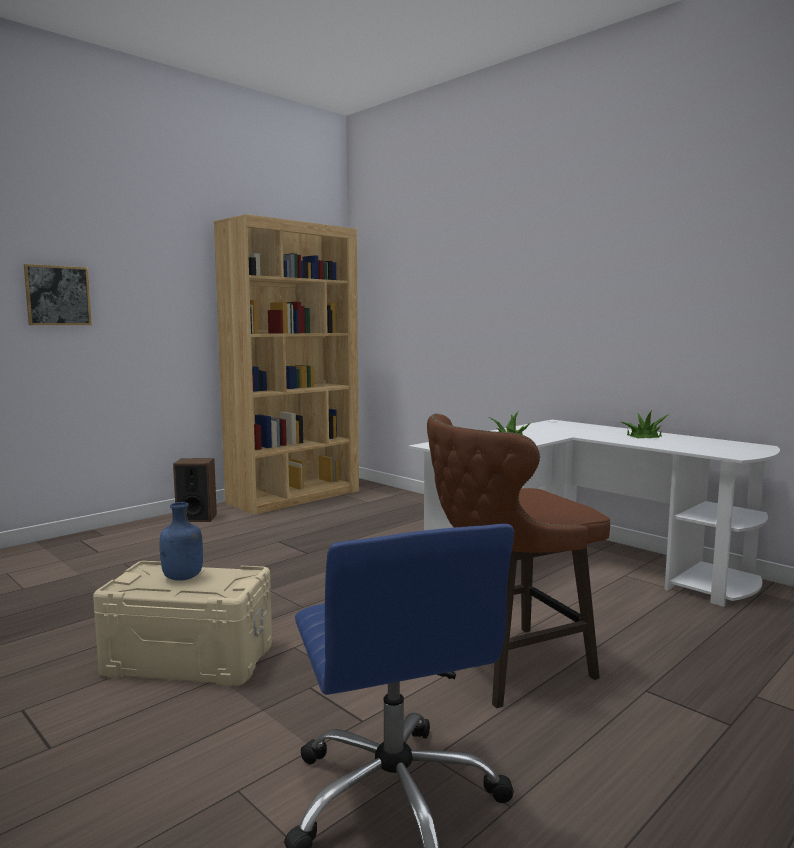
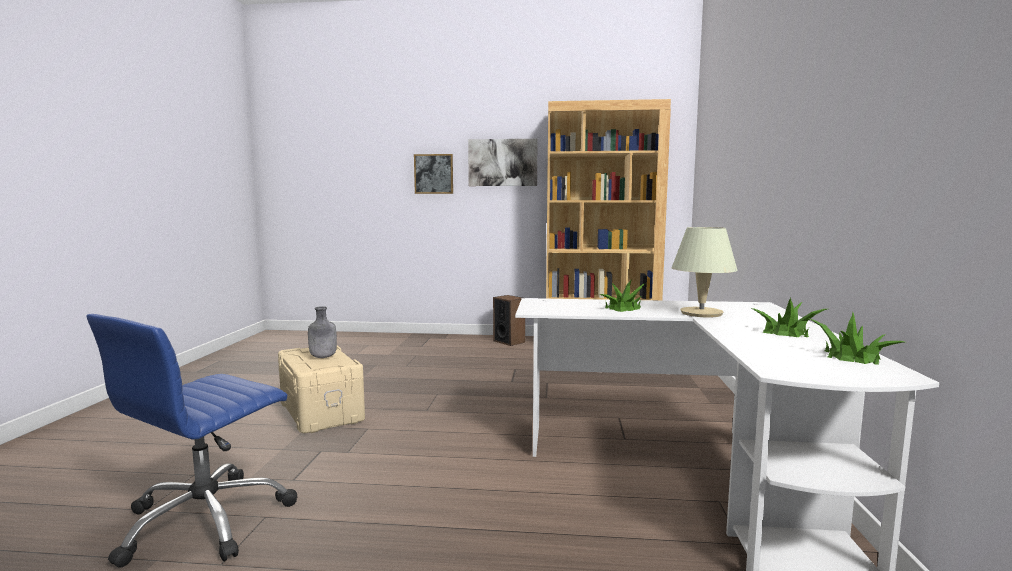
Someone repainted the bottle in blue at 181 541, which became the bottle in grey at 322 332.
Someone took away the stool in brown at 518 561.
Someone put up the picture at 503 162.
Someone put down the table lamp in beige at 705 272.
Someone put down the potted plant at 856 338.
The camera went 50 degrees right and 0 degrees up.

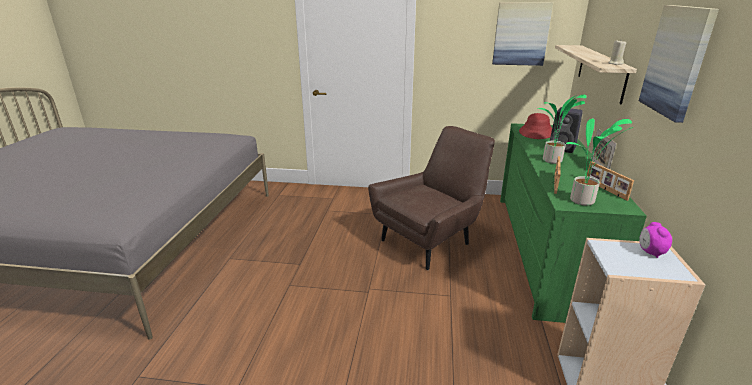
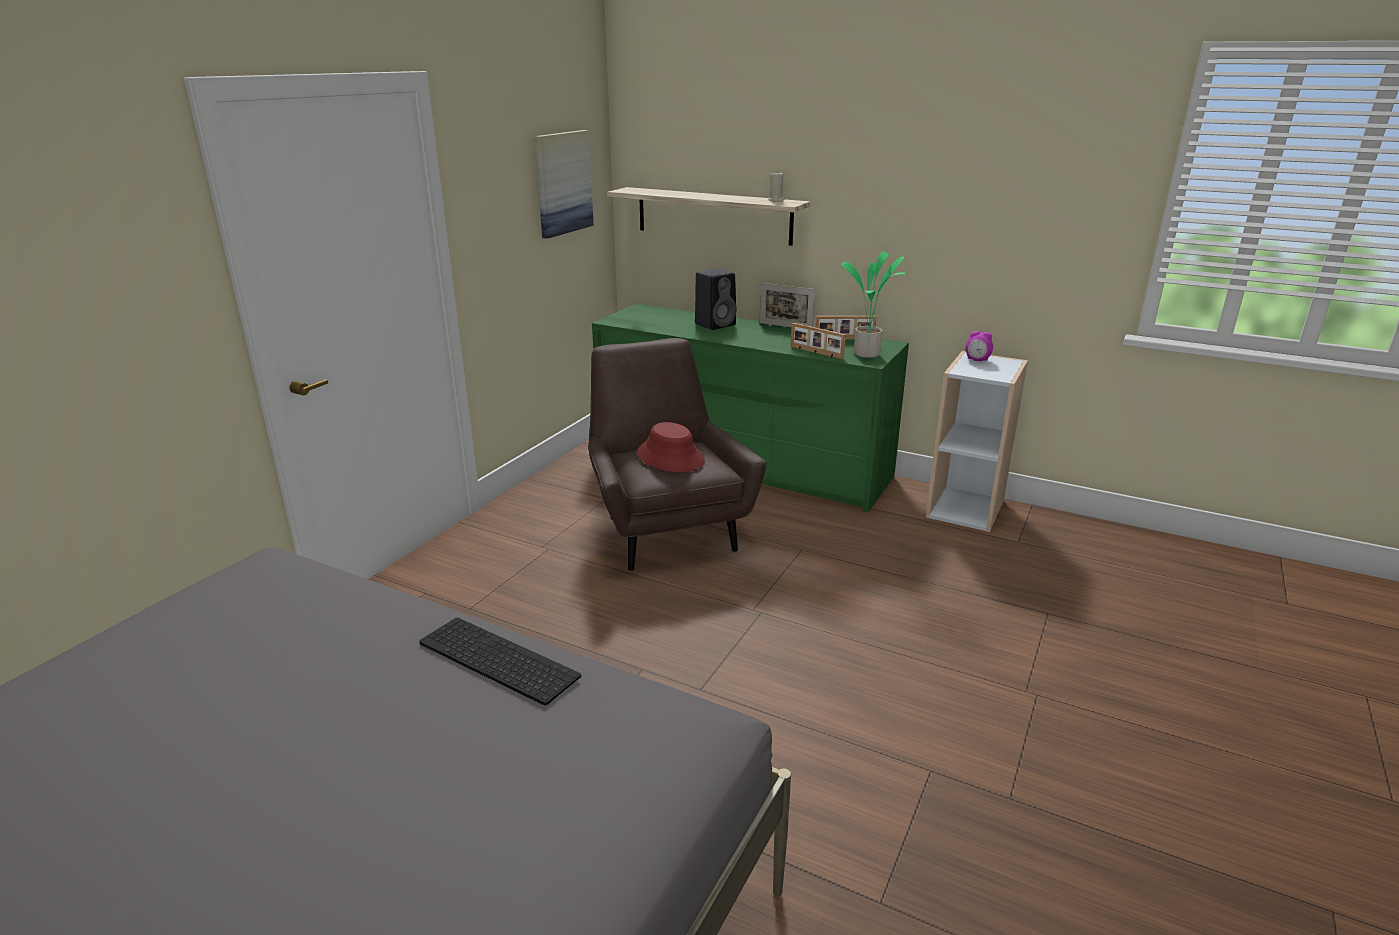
Someone carried the hat in red from 535 126 to 671 447.
Someone took away the potted plant at 562 129.
Someone took away the picture at 679 64.
Someone put down the keyboard at 500 661.
The camera went 70 degrees left and 0 degrees up.

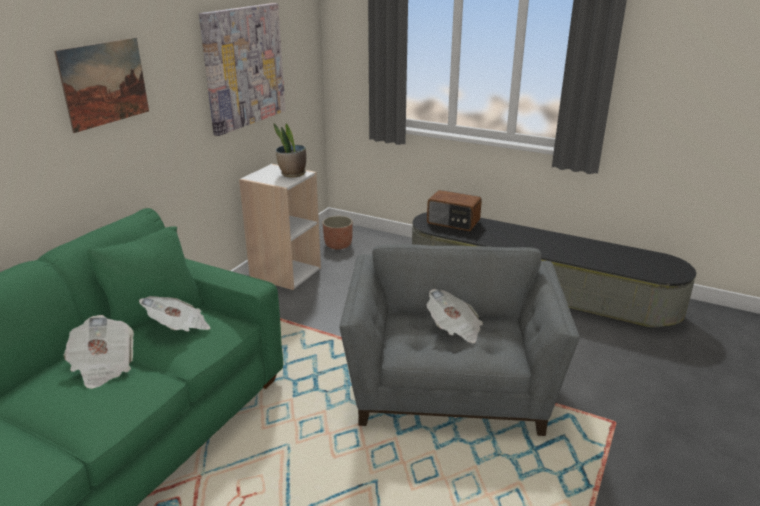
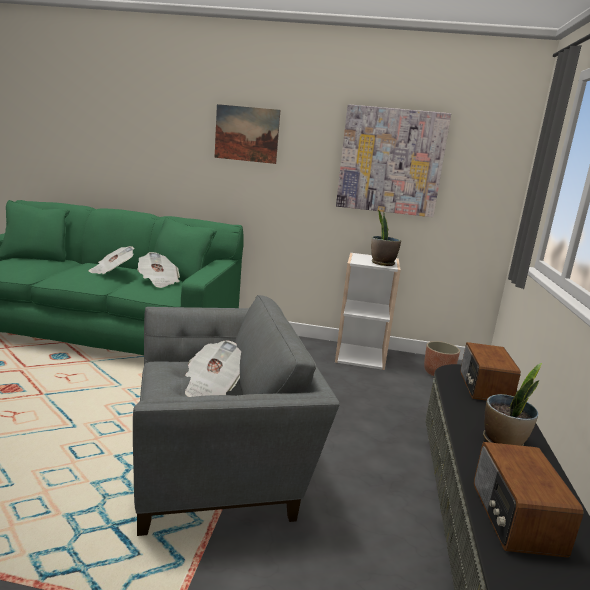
Someone put down the radio at 529 500.
Someone put down the potted plant at 512 404.
The camera went 70 degrees right and 10 degrees down.

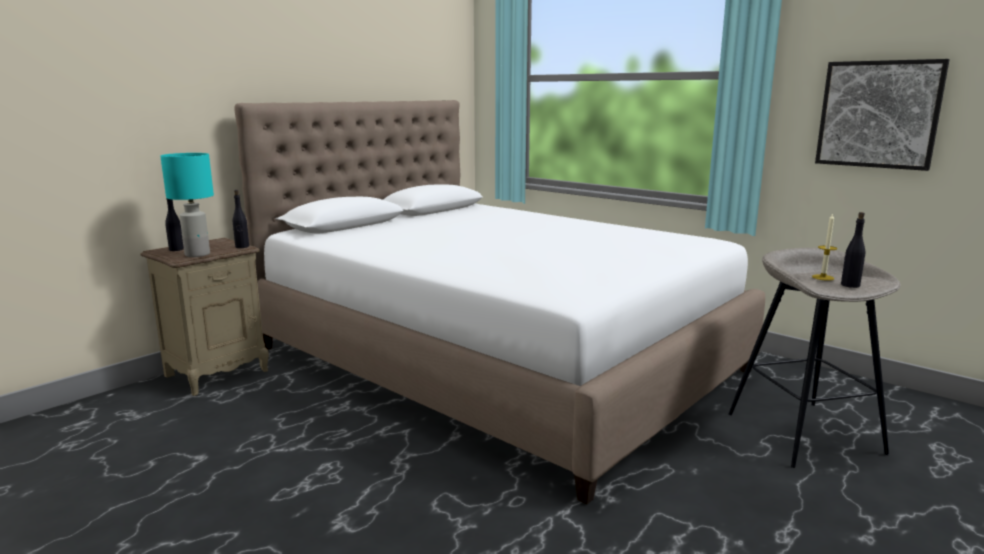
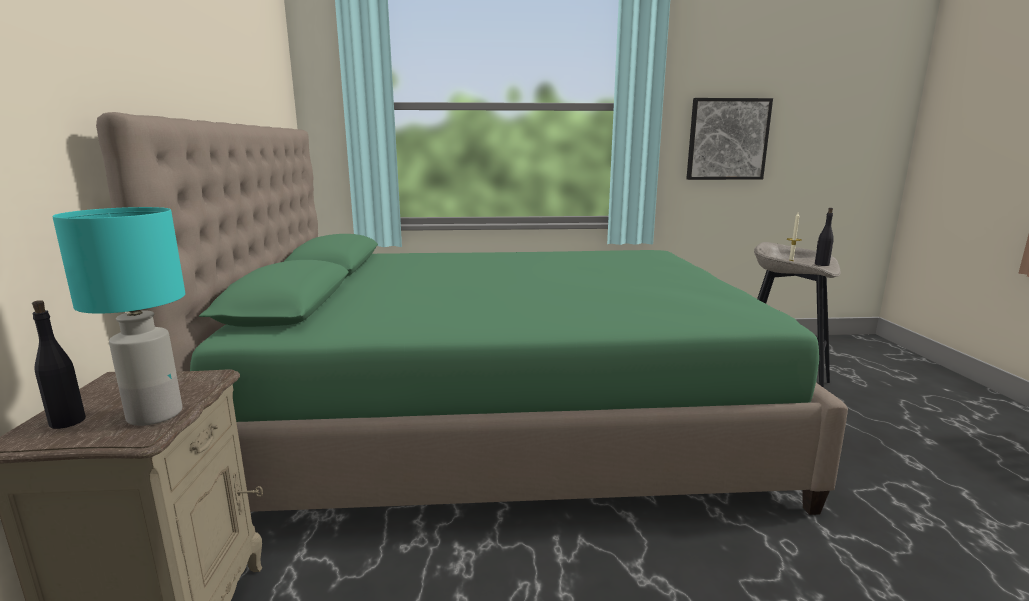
Someone took away the bottle in black at 241 219.
Someone repainted the bed in white at 499 302, which became the bed in green at 472 313.
The camera went 45 degrees left and 0 degrees up.

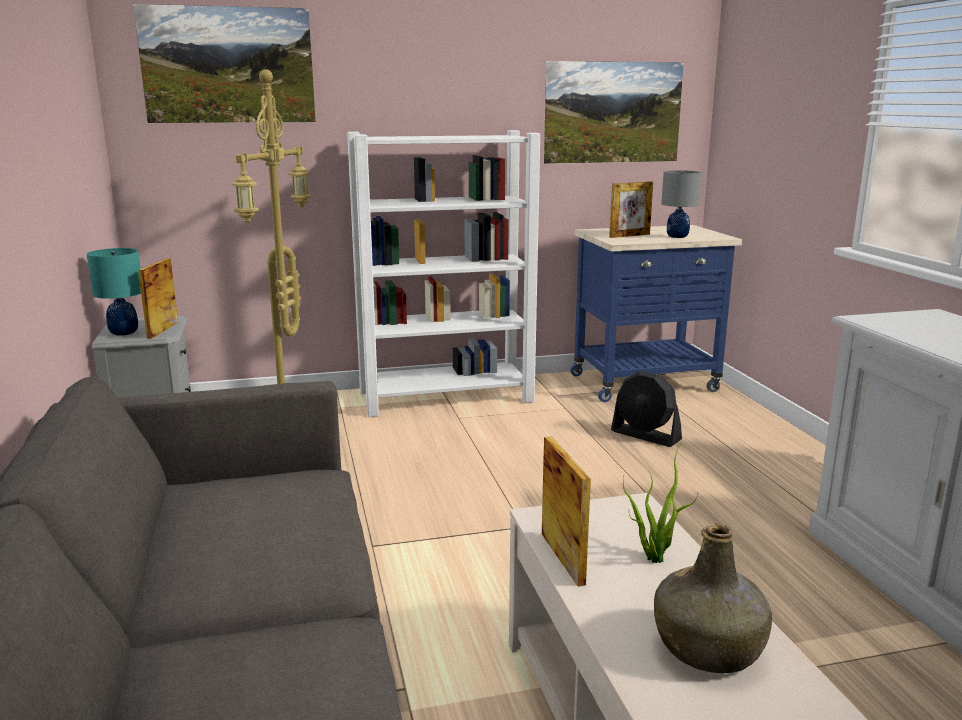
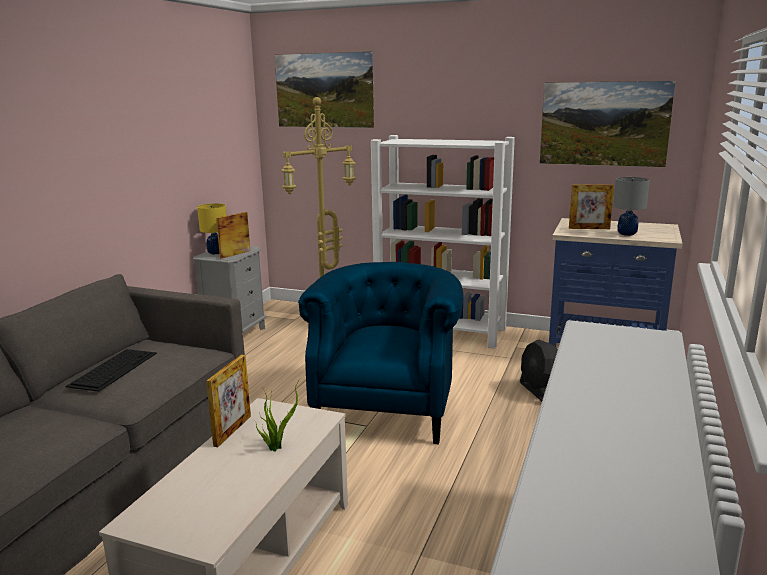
Someone repainted the table lamp in turquoise at 114 292, which became the table lamp in yellow at 211 229.
Someone took away the bottle in green at 713 598.
Someone put down the keyboard at 111 370.
Someone put down the armchair in blue at 381 353.
The camera went 35 degrees right and 0 degrees up.

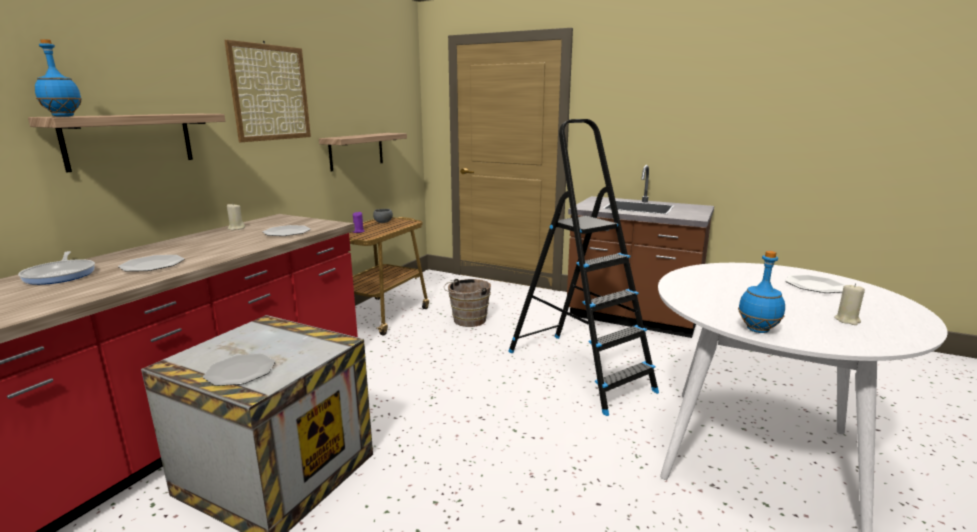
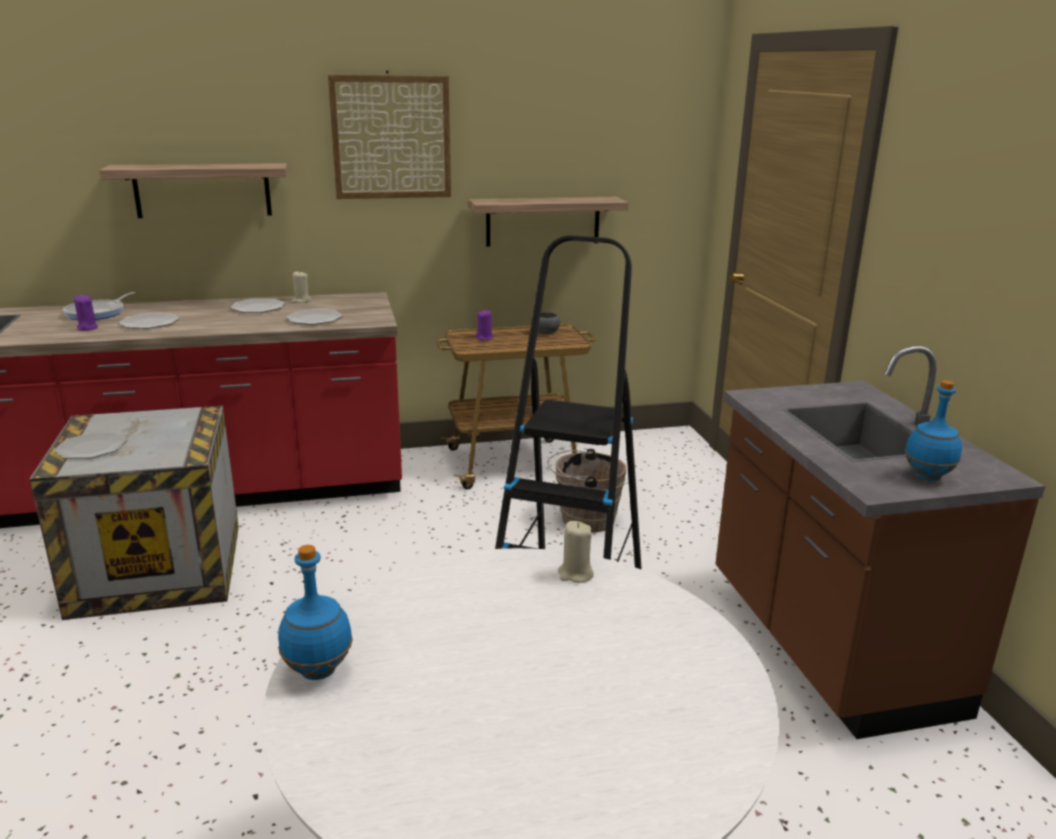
Someone carried the bottle in blue from 58 78 to 933 430.
Someone carried the plate from 815 283 to 257 306.
Someone carried the candle in beige from 849 304 to 576 552.
Someone put down the candle in purple at 86 313.
The camera went 50 degrees right and 5 degrees up.

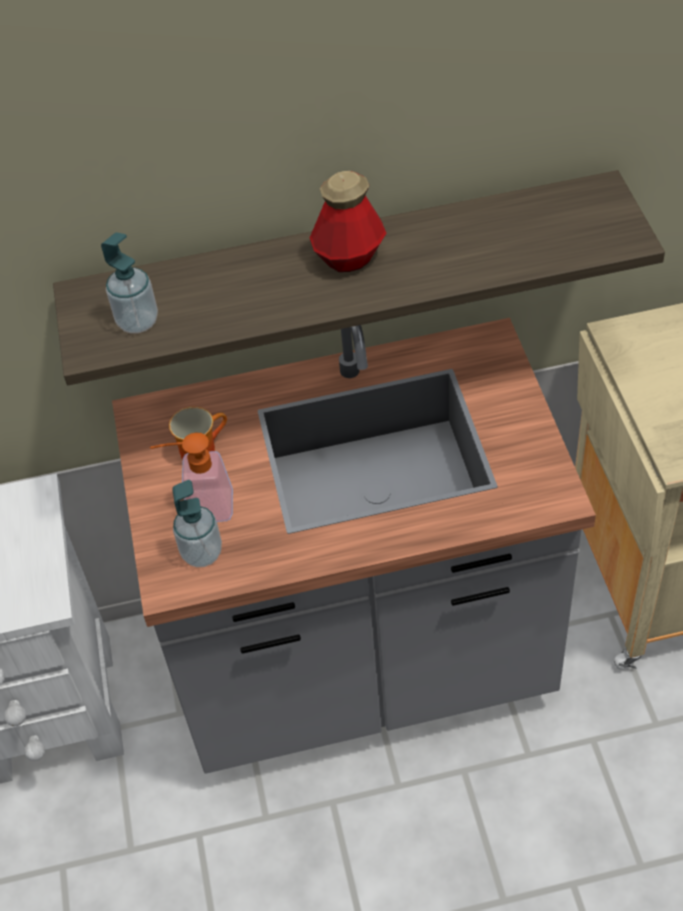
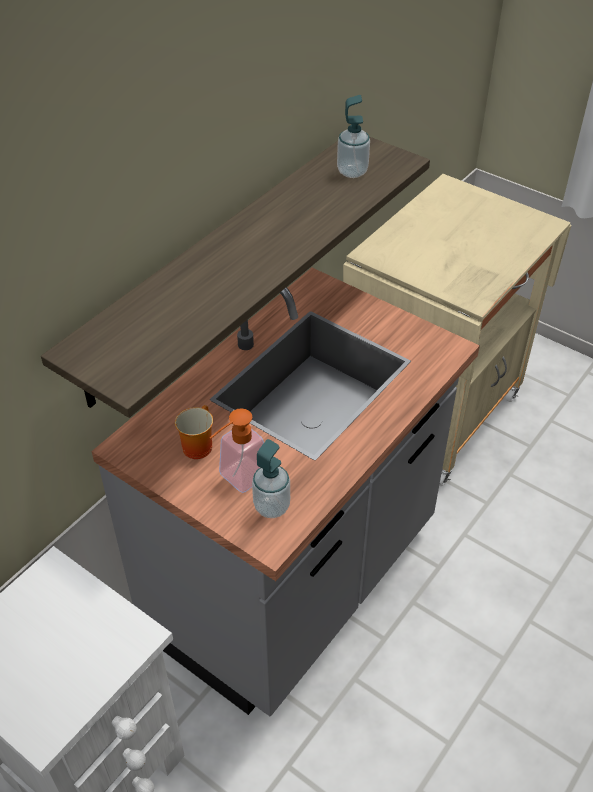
Someone carried the soap dispenser from 129 282 to 353 136.
Someone took away the bottle at 348 221.
The camera went 45 degrees left and 5 degrees down.

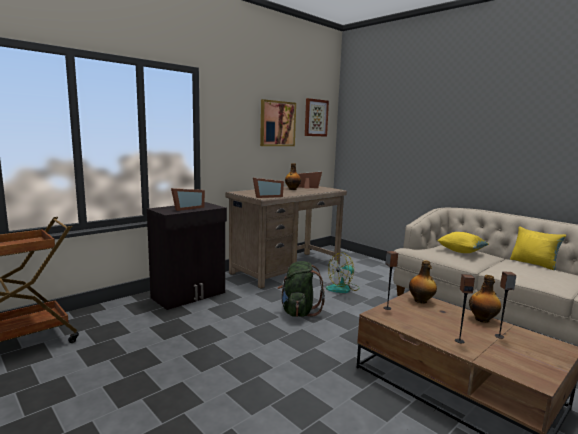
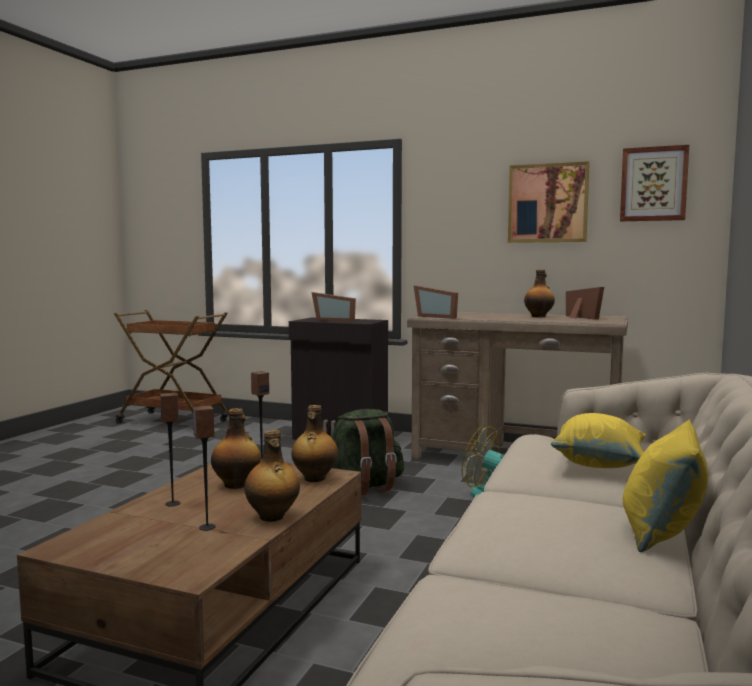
Someone put down the bottle at 236 448.
The camera went 65 degrees right and 5 degrees down.

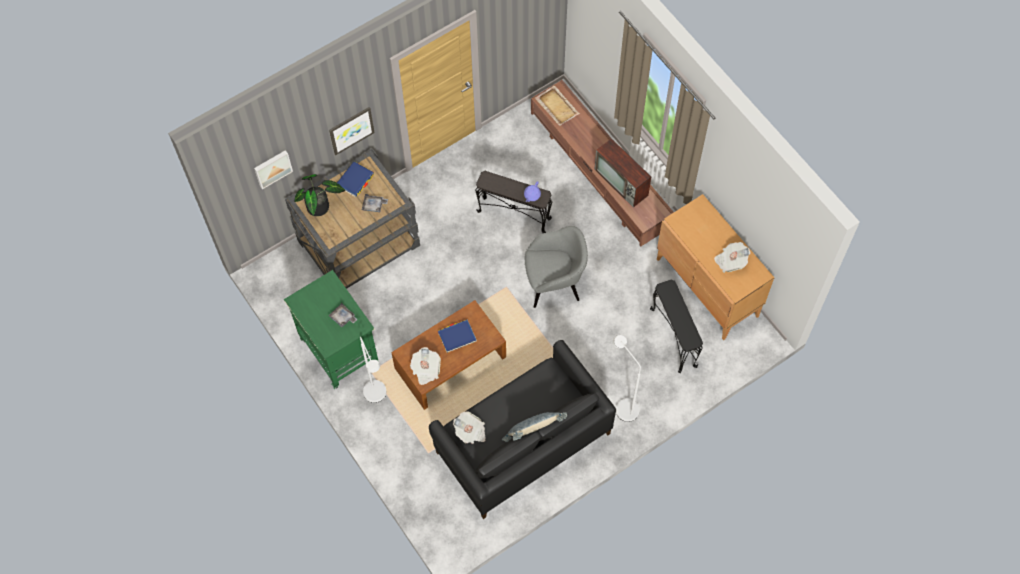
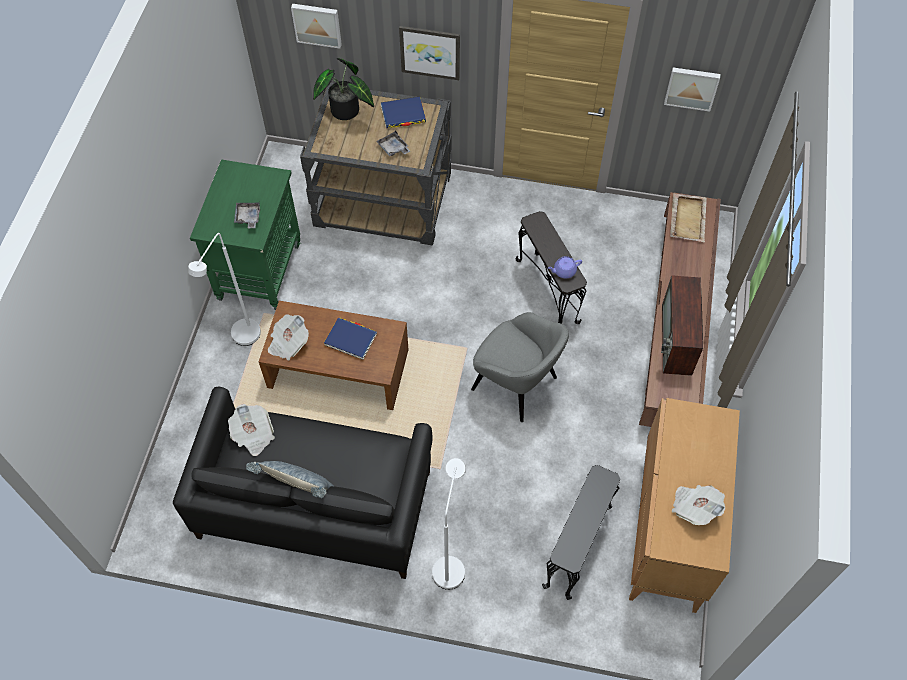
Someone put up the picture at 692 89.
The camera went 45 degrees right and 5 degrees down.

